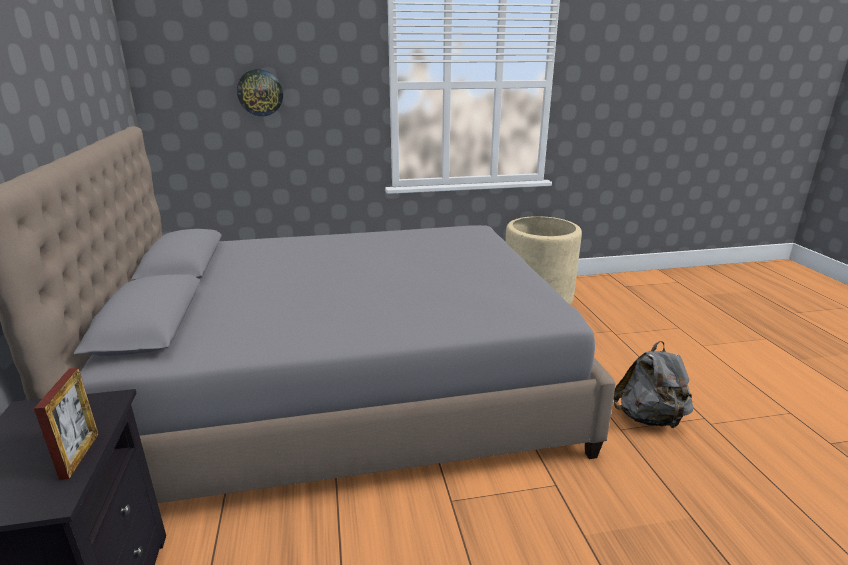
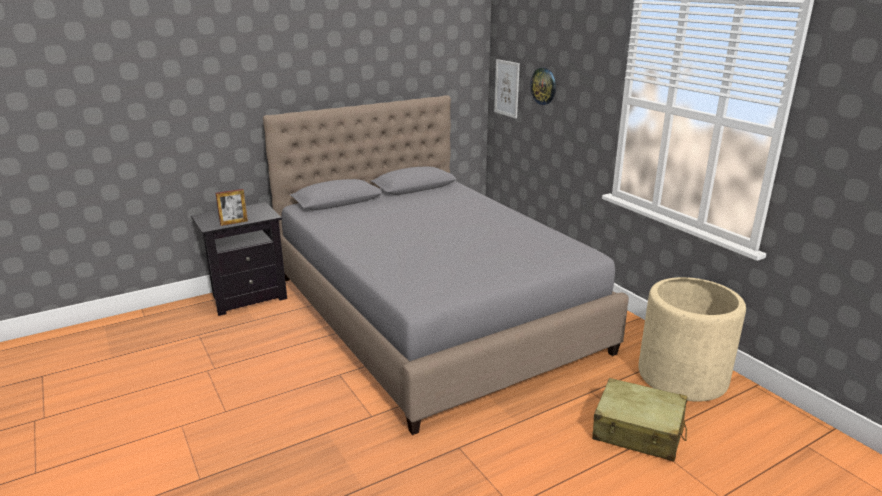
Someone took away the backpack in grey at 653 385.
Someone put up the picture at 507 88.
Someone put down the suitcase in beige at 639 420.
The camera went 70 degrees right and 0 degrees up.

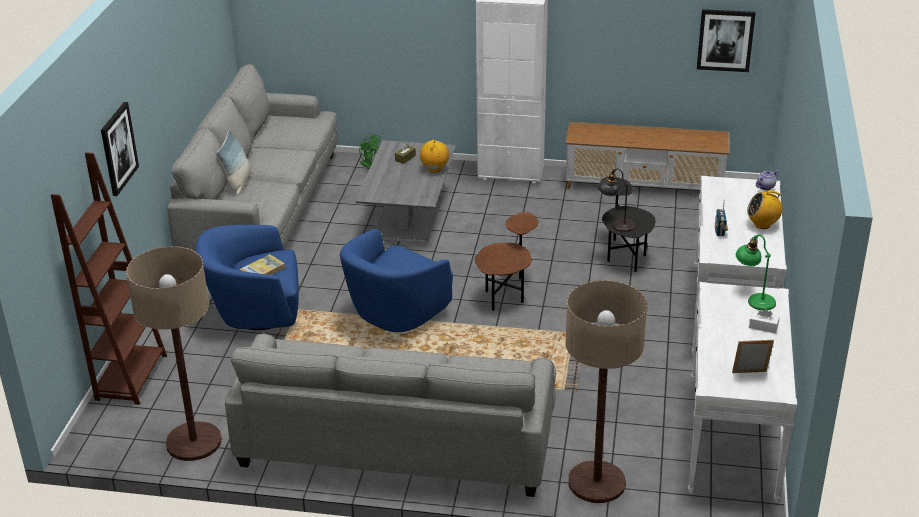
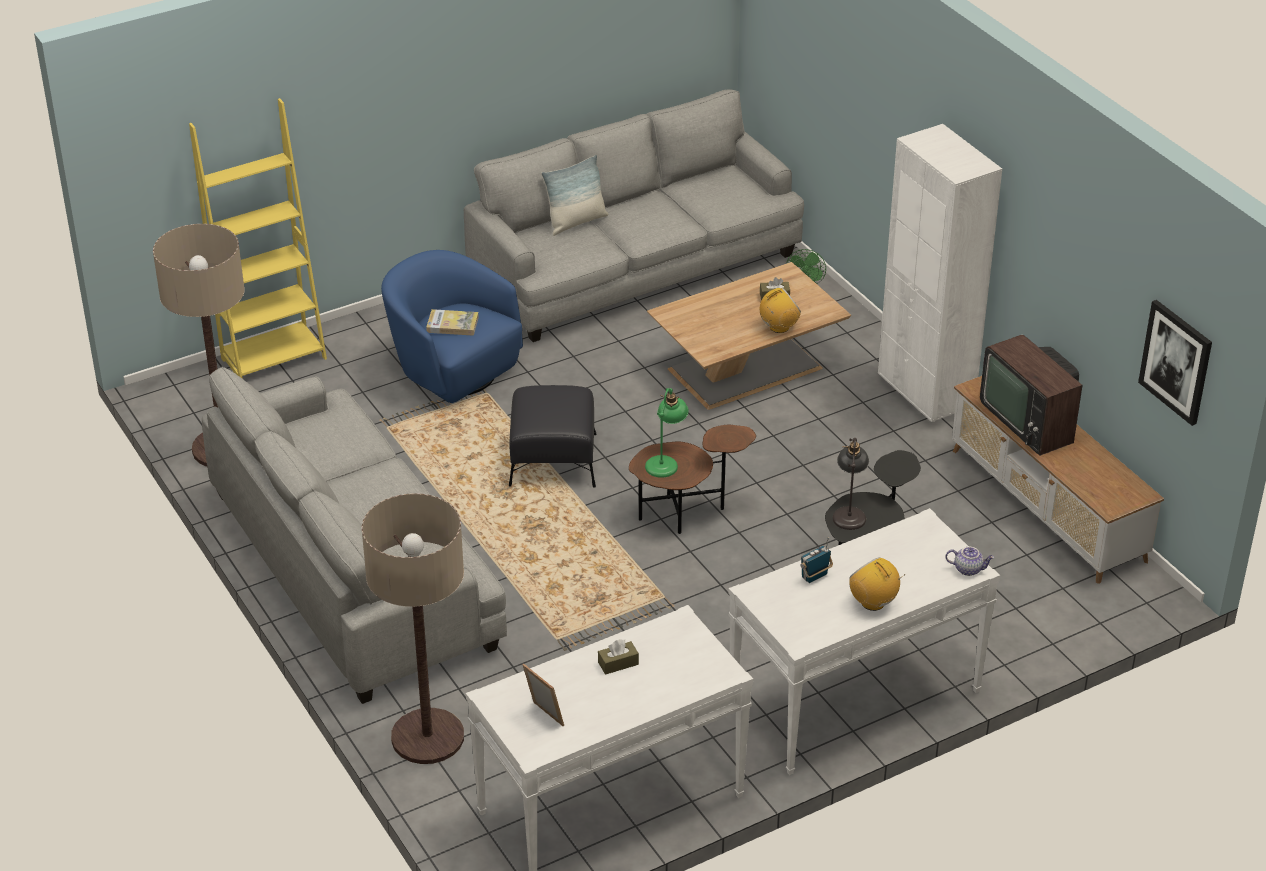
Someone repainted the bookcase in brown at 109 278, which became the bookcase in yellow at 258 238.
Someone took away the picture at 120 149.
Someone swapped the armchair in blue at 396 280 for the ottoman in black at 553 436.
Someone repainted the coffee table in grey at 405 191, which became the coffee table in brown at 749 336.
Someone carried the table lamp in green from 756 272 to 667 433.
Someone took away the tissue box in white at 764 321.
Someone put down the tissue box in brown at 618 657.
Someone put down the television at 1031 395.
The camera went 50 degrees right and 5 degrees up.

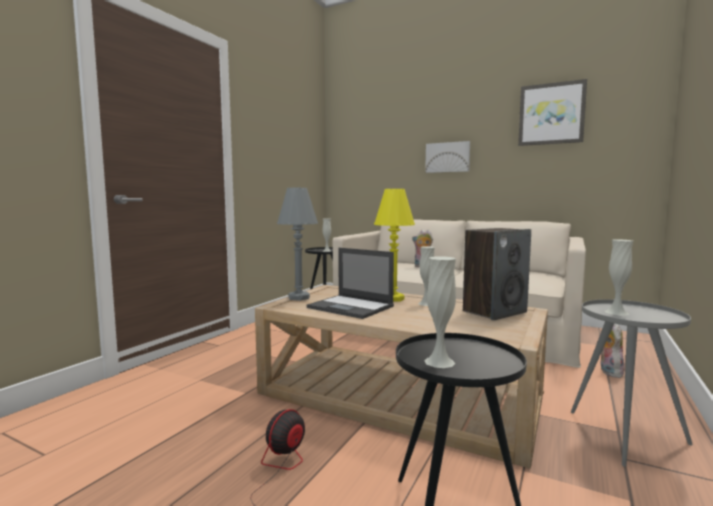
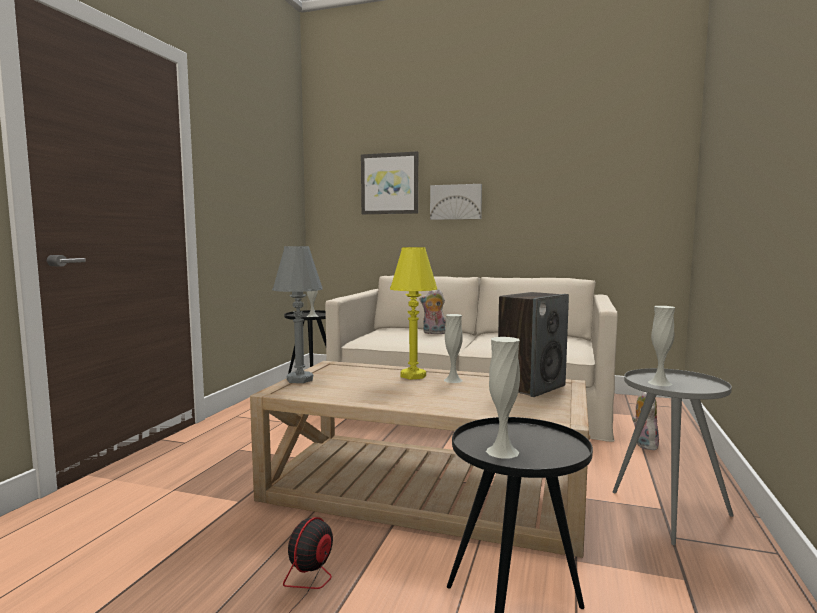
Someone took away the laptop at 350 283.
Someone carried the picture from 552 112 to 389 182.
The camera went 10 degrees left and 0 degrees up.

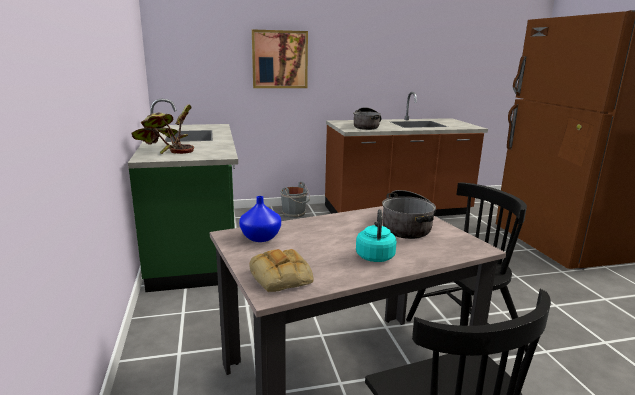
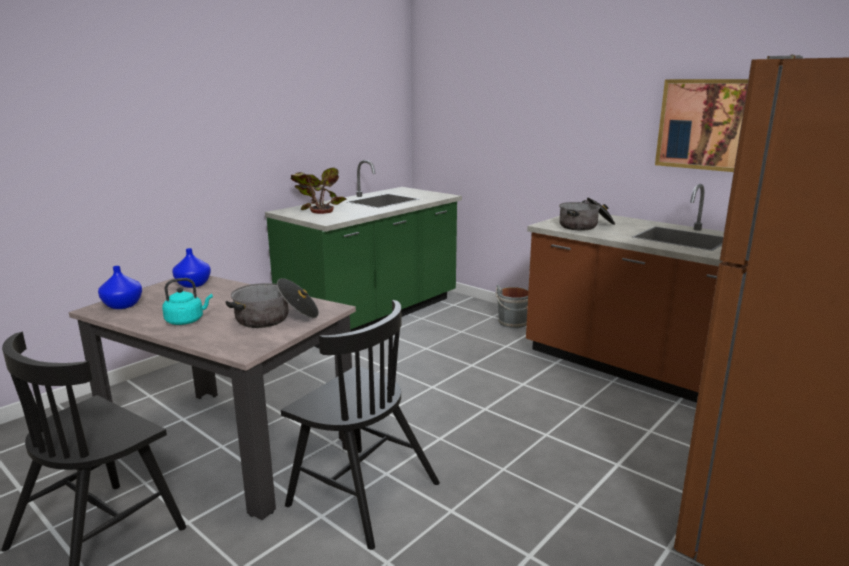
Someone swapped the bread at 281 270 for the vase in blue at 120 287.
Someone carried the picture from 280 58 to 701 125.
The camera went 55 degrees right and 0 degrees up.

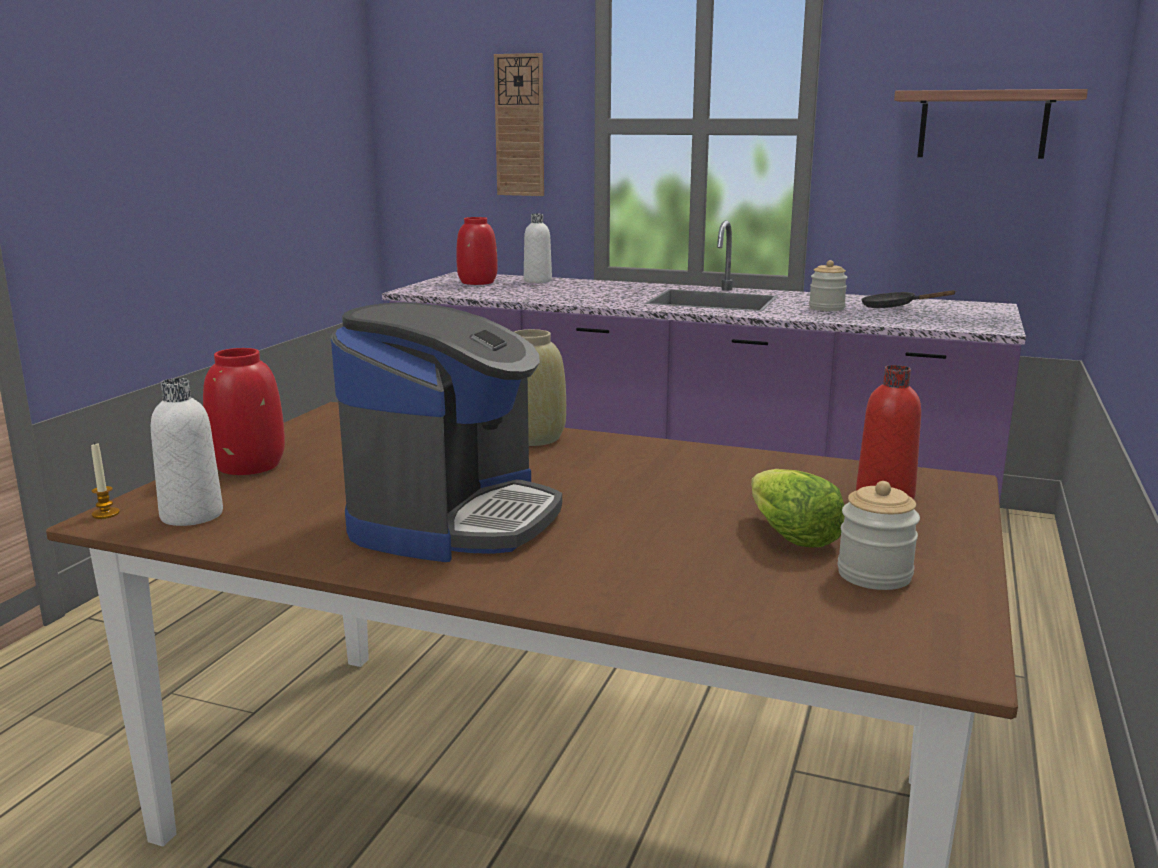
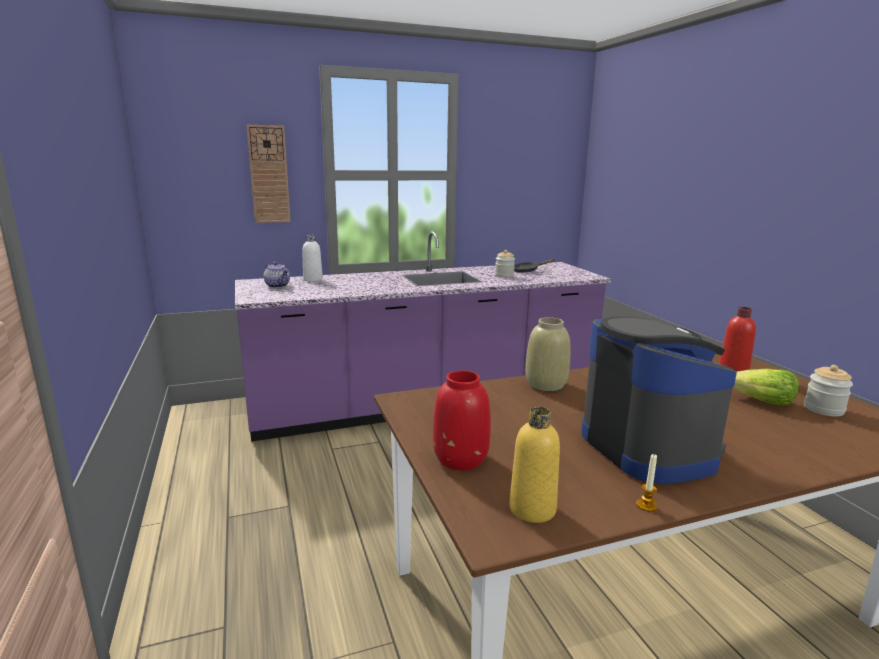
Someone carried the candle from 105 480 to 646 483.
Someone repainted the bottle in white at 187 452, which became the bottle in yellow at 534 465.
Someone swapped the vase in red at 476 251 for the teapot at 277 275.
Someone took away the shelf at 991 124.
The camera went 40 degrees left and 0 degrees up.

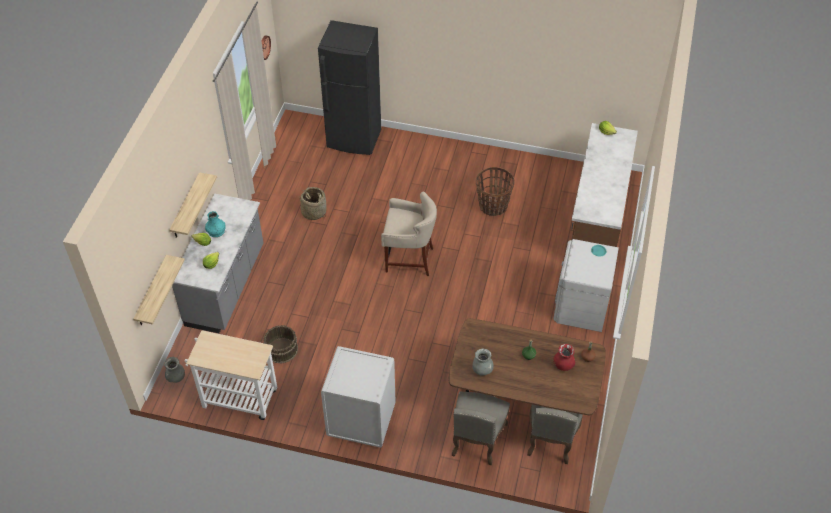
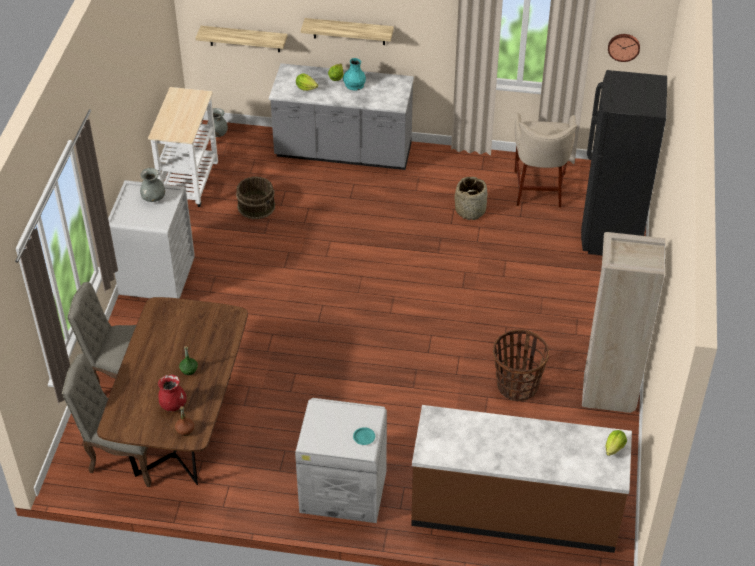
Someone carried the stool in beige from 409 234 to 545 160.
Someone carried the vase in grey from 483 361 to 152 185.
Someone put down the cabinet in beige at 623 322.
The camera went 85 degrees right and 5 degrees down.

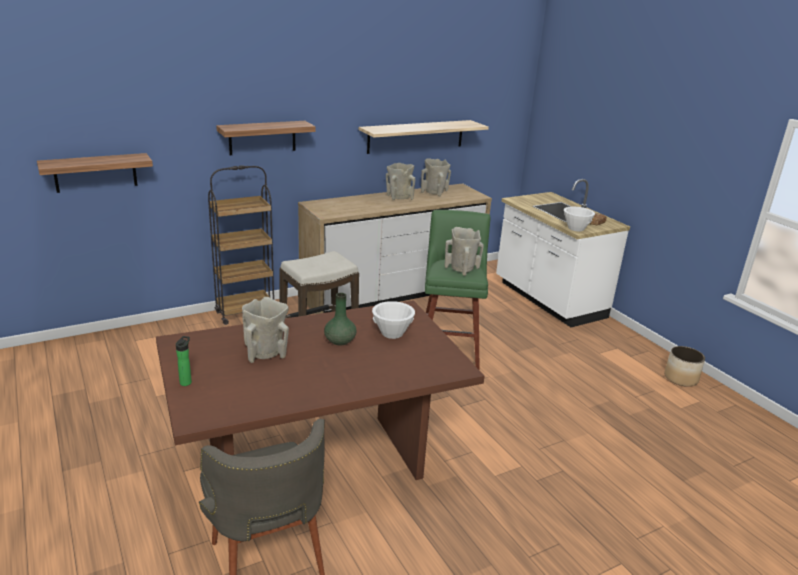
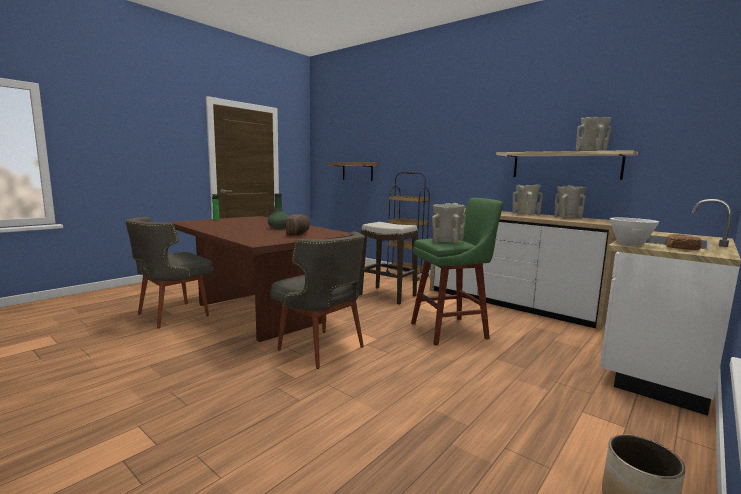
Someone took away the shelf at 266 138.
Someone carried the vase in beige from 265 330 to 594 134.
Someone swapped the bowl in white at 393 320 for the bread at 298 225.
Someone put down the chair in grey at 317 300.
The camera went 70 degrees right and 15 degrees down.

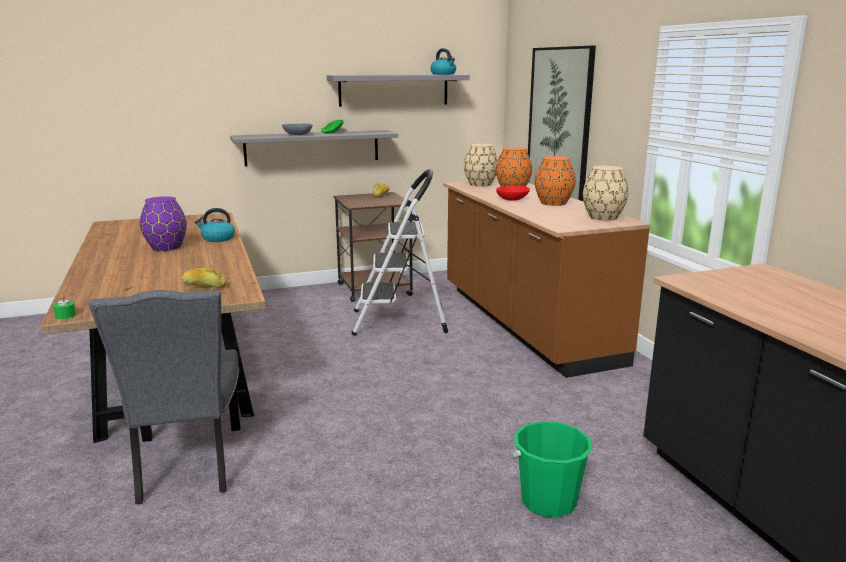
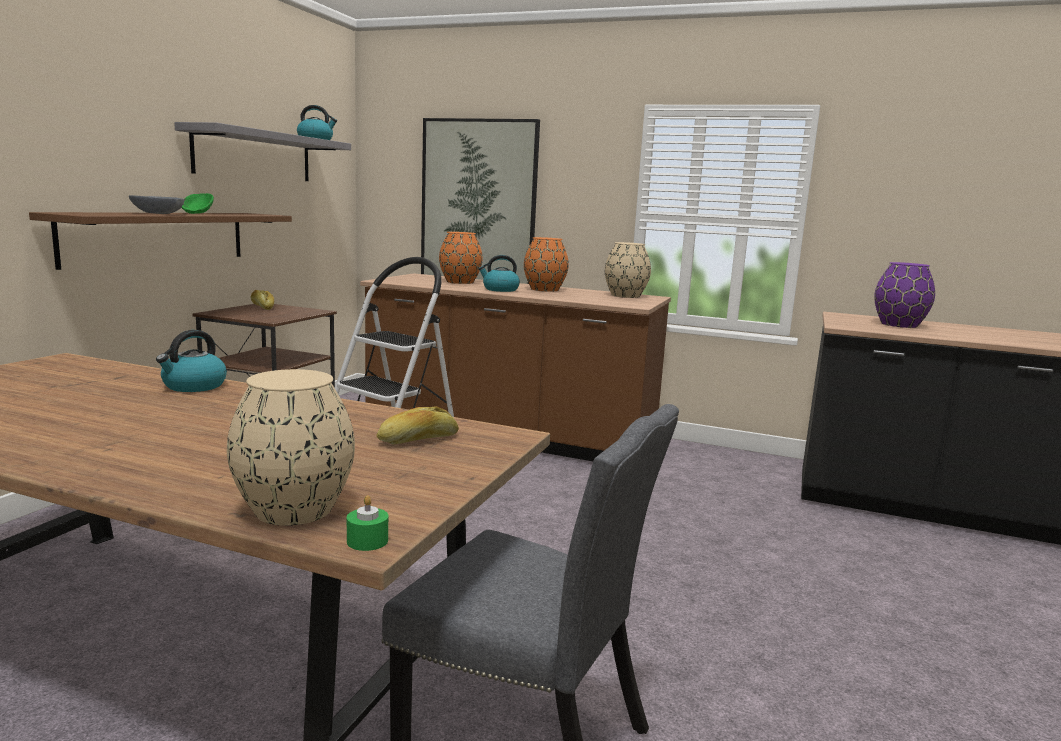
Someone carried the vase in purple from 163 223 to 904 295.
Someone repainted the shelf in grey at 314 148, which became the shelf in brown at 160 241.
Someone carried the vase in beige from 481 165 to 291 447.
Someone swapped the bowl in red at 513 193 for the kettle at 499 273.
Someone took away the bucket in green at 552 469.
The camera went 50 degrees left and 5 degrees down.

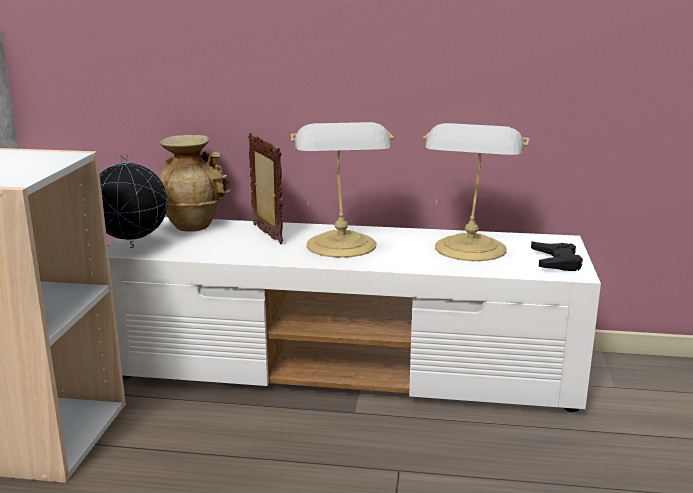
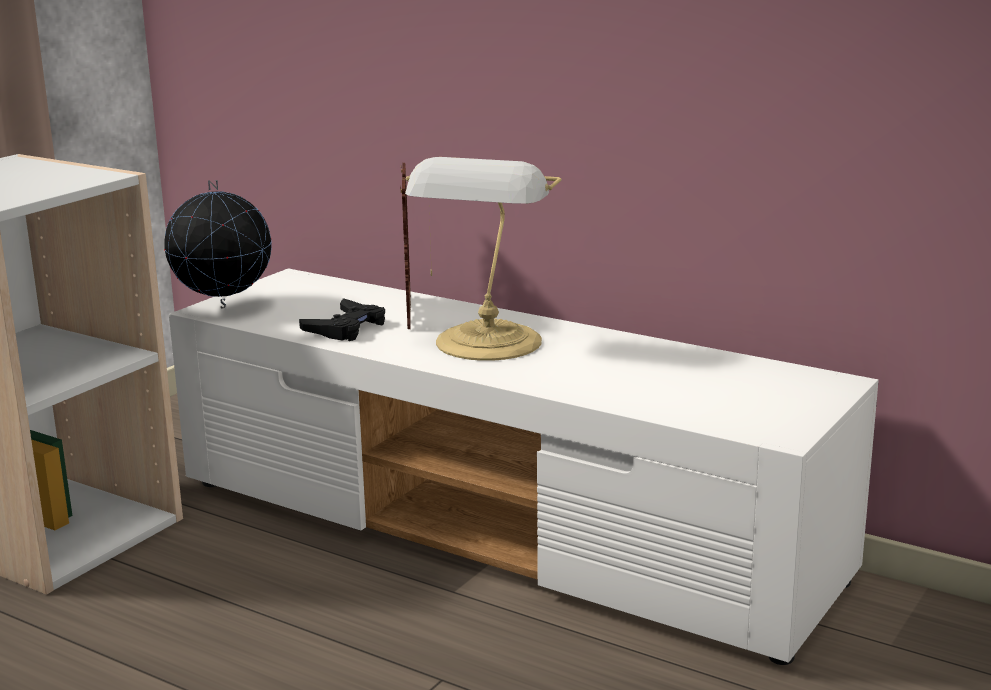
Someone took away the vase in beige at 195 183.
Someone took away the table lamp at 476 192.
Someone carried the game controller in black from 557 256 to 342 319.
The camera went 25 degrees right and 0 degrees up.

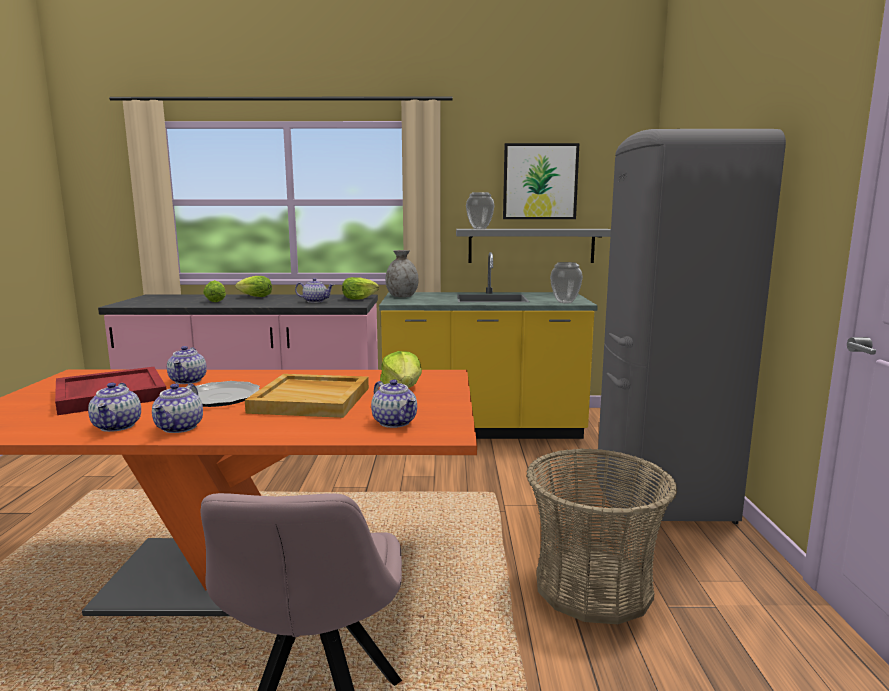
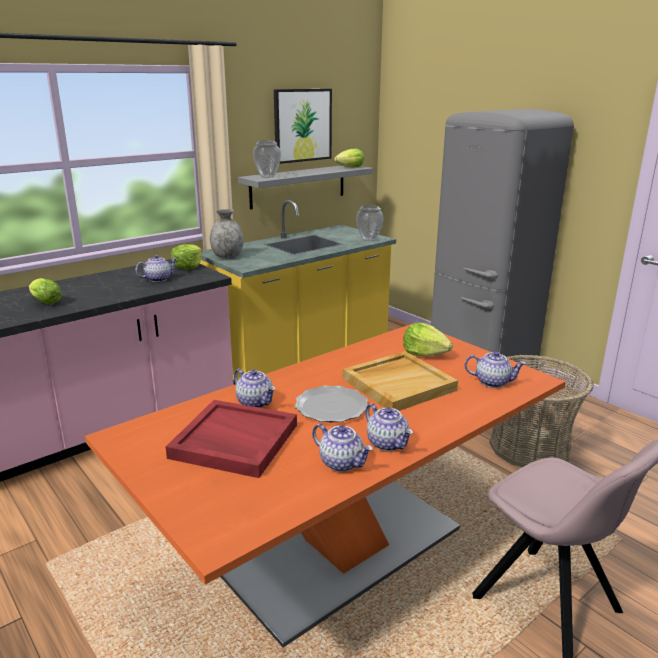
Someone carried the lettuce from 253 286 to 349 158.
The camera went 40 degrees left and 10 degrees up.

